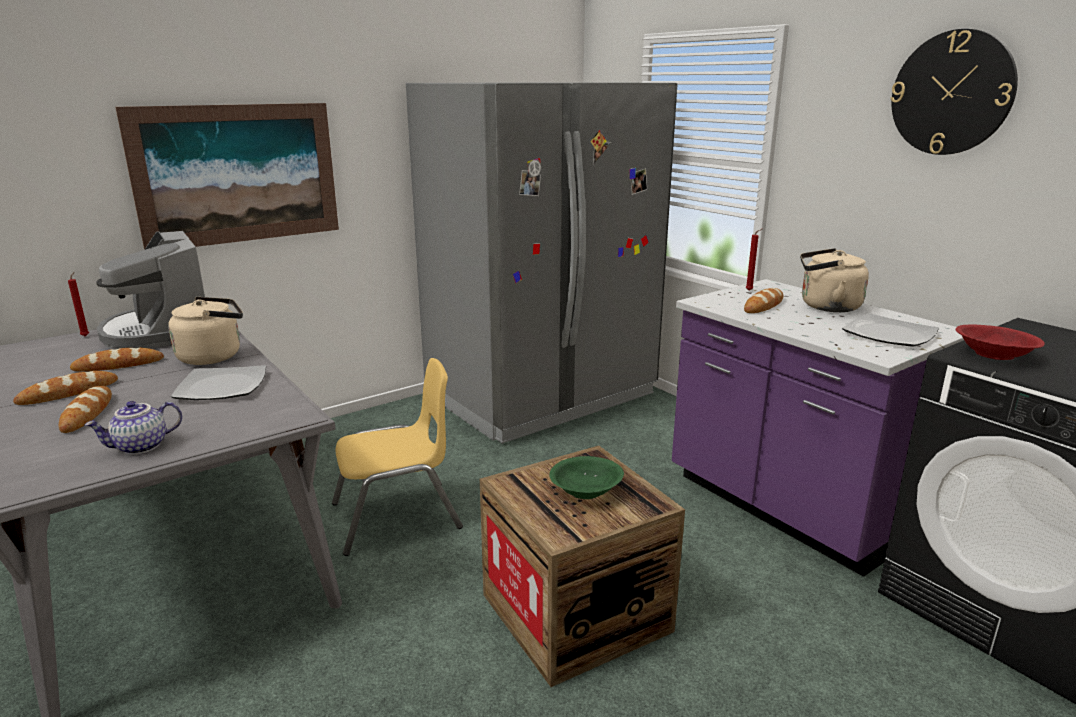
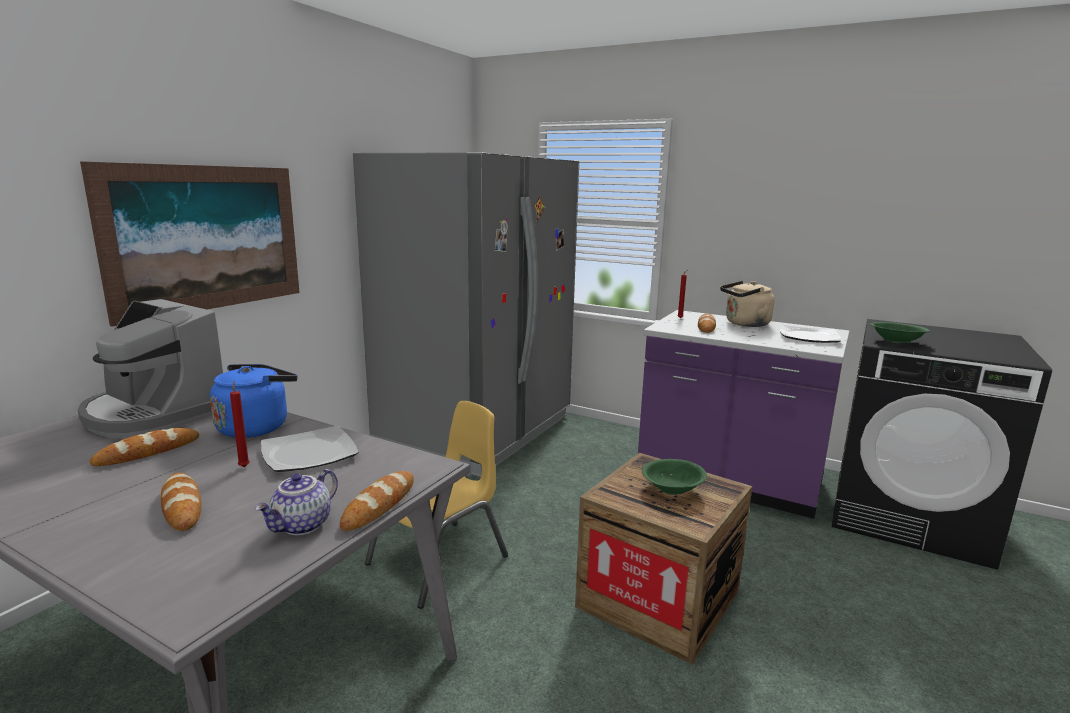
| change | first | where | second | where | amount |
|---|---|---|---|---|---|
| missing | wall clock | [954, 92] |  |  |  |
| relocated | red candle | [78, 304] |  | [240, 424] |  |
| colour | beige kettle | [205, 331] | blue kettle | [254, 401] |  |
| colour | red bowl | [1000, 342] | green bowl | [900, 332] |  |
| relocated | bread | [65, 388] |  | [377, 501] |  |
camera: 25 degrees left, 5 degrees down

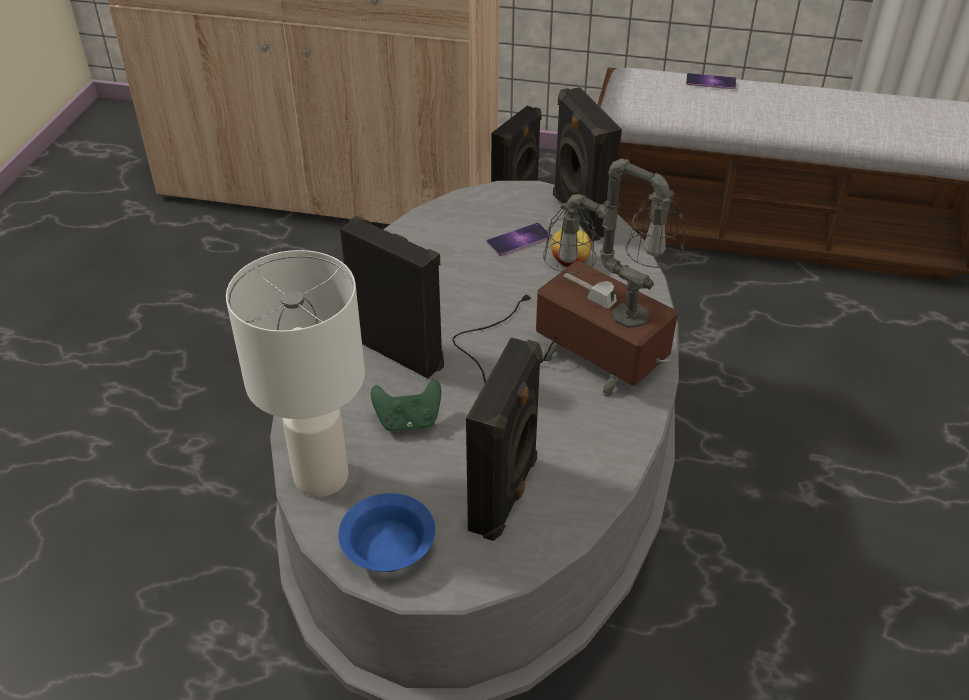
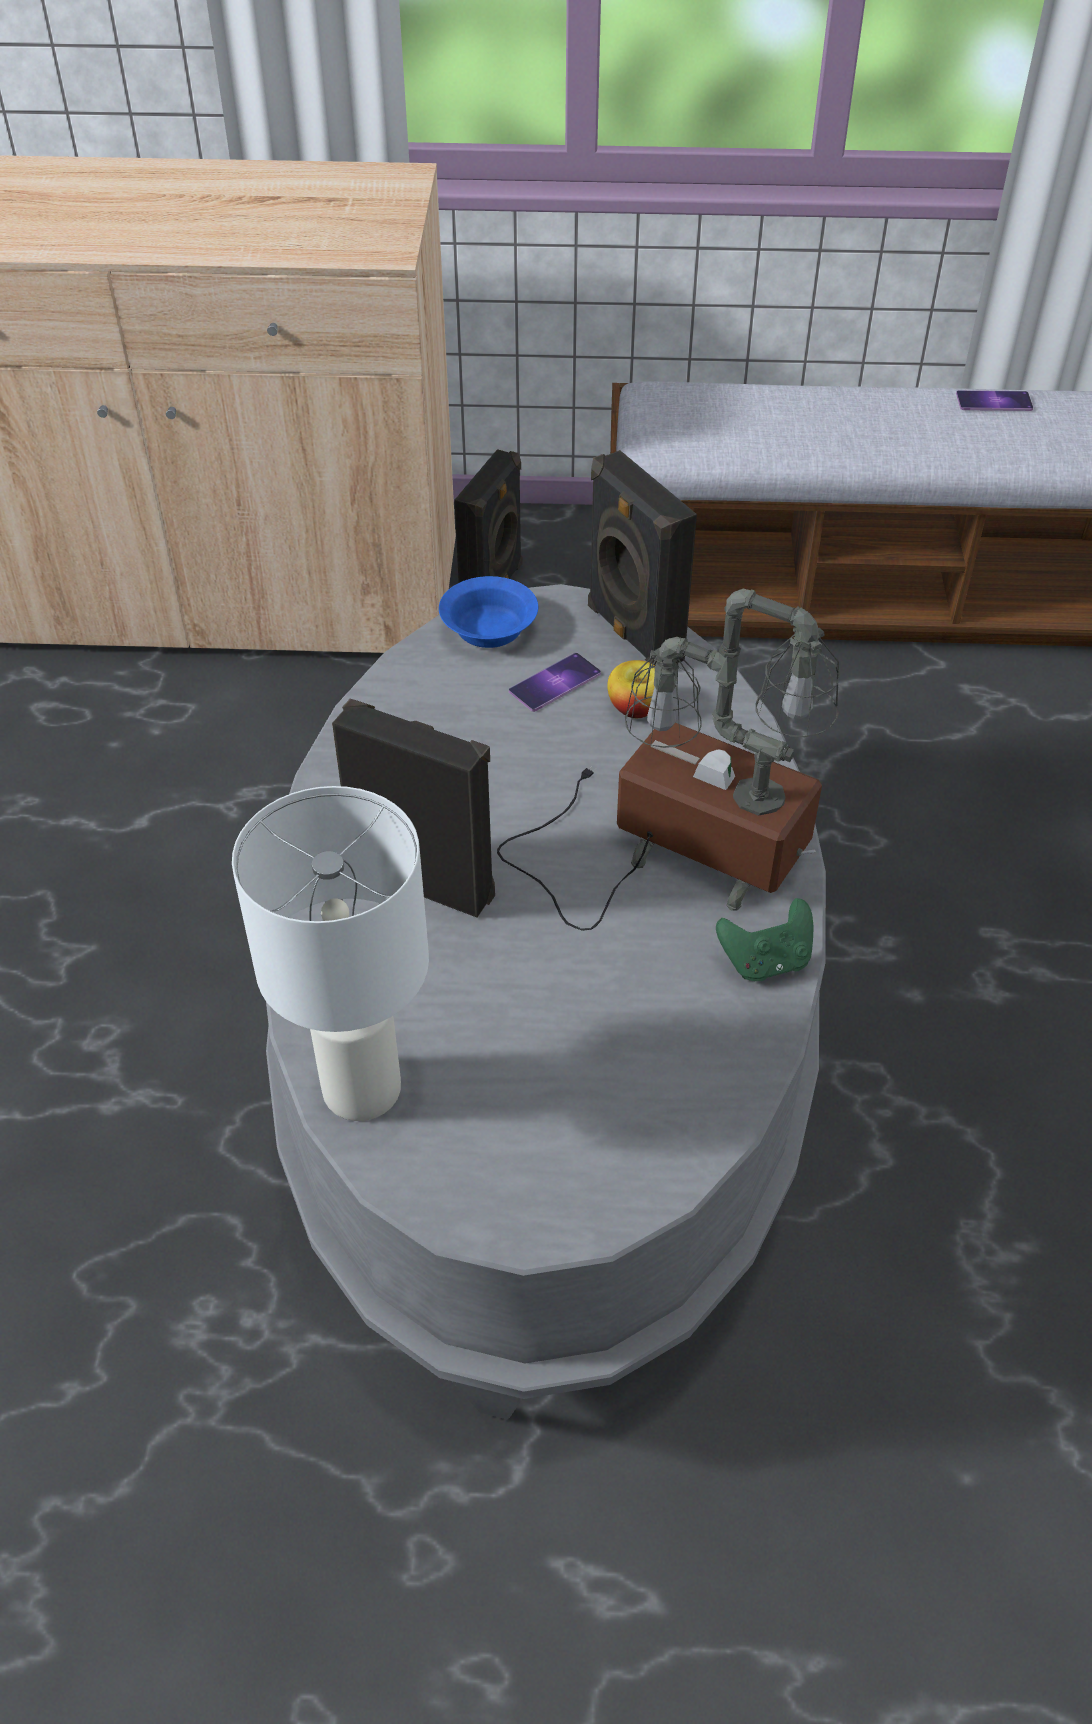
| change | first | where | second | where | amount |
|---|---|---|---|---|---|
| relocated | phone | [711, 81] |  | [994, 400] |  |
| missing | black speaker | [504, 439] |  |  |  |
| relocated | green game controller | [406, 405] |  | [764, 939] |  |
| relocated | blue bowl | [387, 532] |  | [488, 612] |  |
camera: 10 degrees left, 5 degrees up

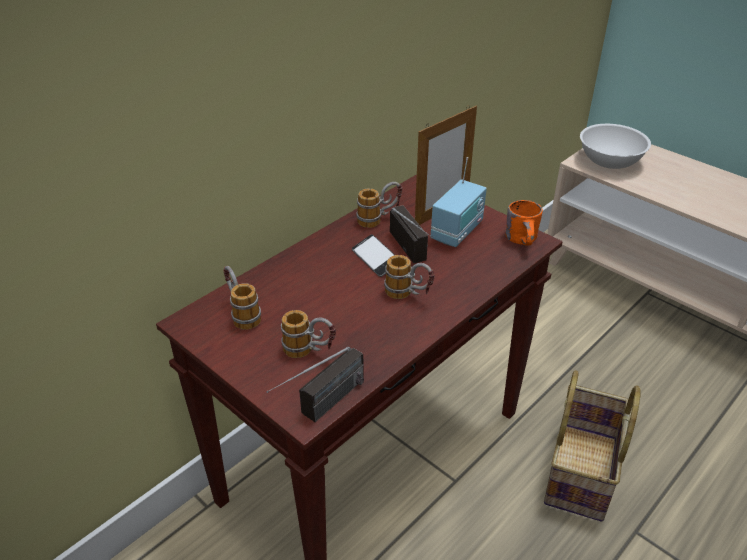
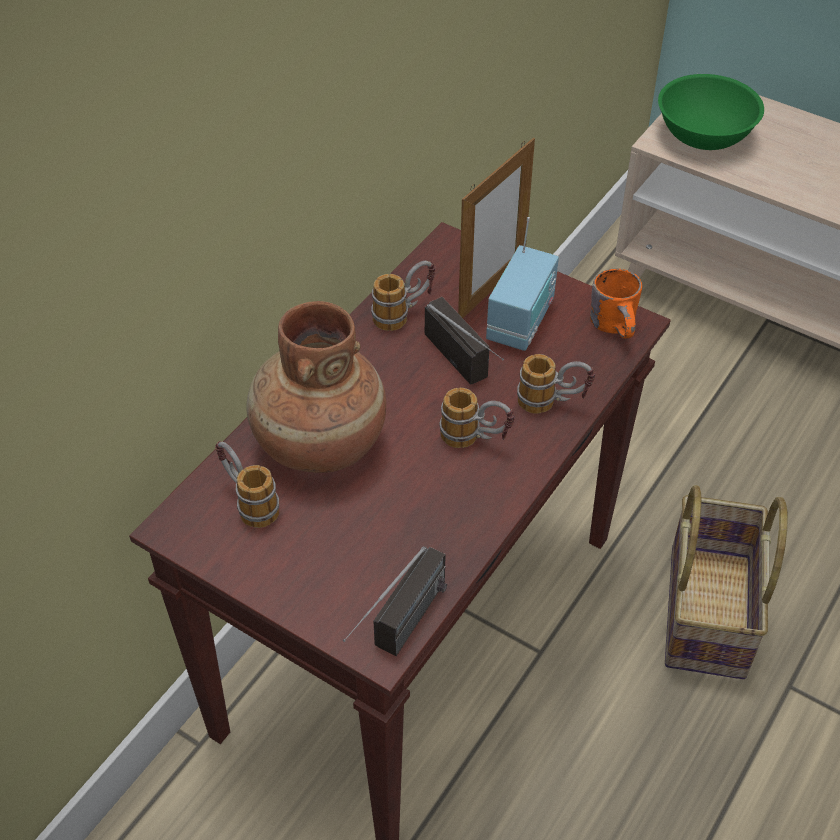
| change | first | where | second | where | amount |
|---|---|---|---|---|---|
| colour | white bowl | [615, 146] | green bowl | [711, 112] |  |
| missing | phone | [373, 255] |  |  |  |
| relocated | mug | [308, 334] |  | [556, 384] |  |
| appeared |  |  | brown vase | [316, 387] |  |
camera: 10 degrees left, 10 degrees up

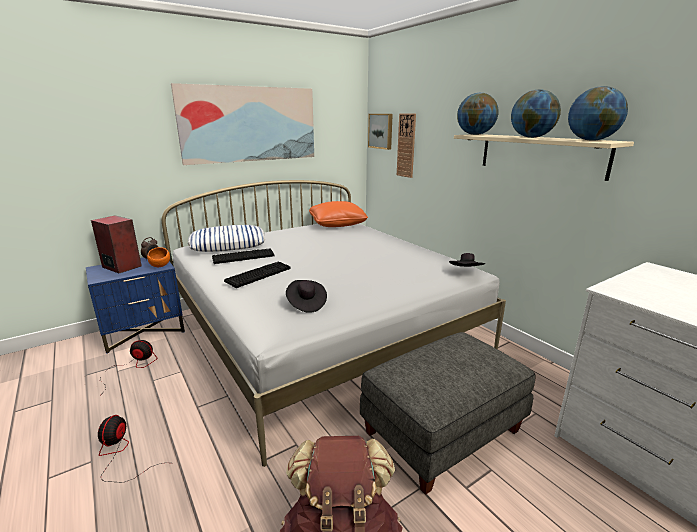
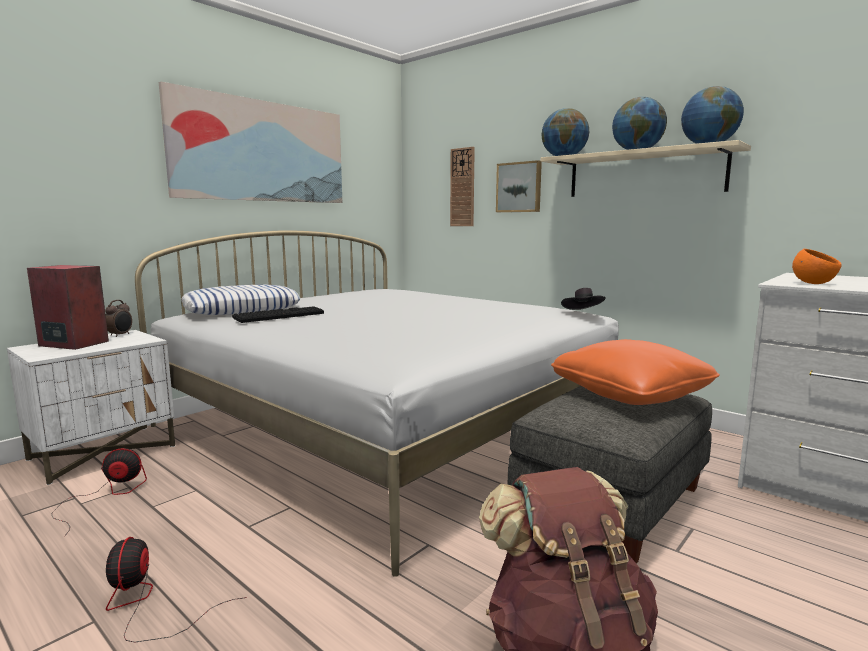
| change | first | where | second | where | amount |
|---|---|---|---|---|---|
| relocated | picture | [380, 132] |  | [519, 186] |  |
| relocated | orange pillow | [338, 214] |  | [635, 372] |  |
| relocated | orange bowl | [158, 257] |  | [816, 266] |  |
| colour | blue nightstand | [135, 305] | white nightstand | [91, 407] |  |
| missing | keyboard | [257, 275] |  |  |  |
| missing | black hat | [306, 296] |  |  |  |
camera: 15 degrees left, 10 degrees down

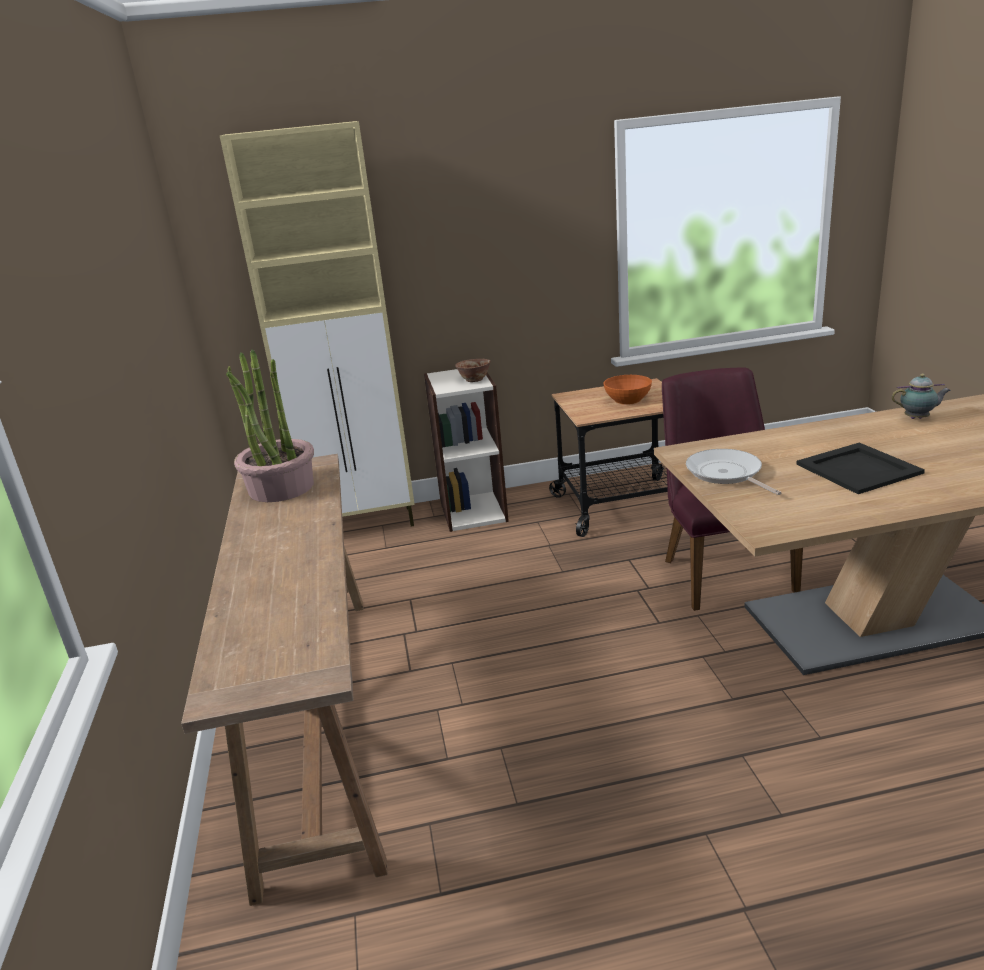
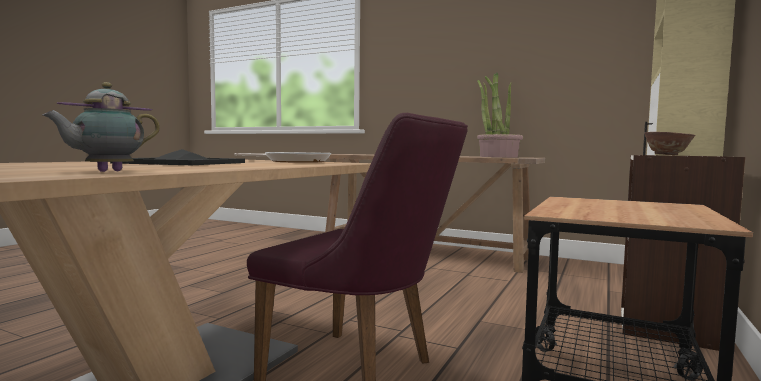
| change | first | where | second | where | amount |
|---|---|---|---|---|---|
| missing | orange bowl | [627, 390] |  |  |  |
camera: 125 degrees right, 20 degrees down

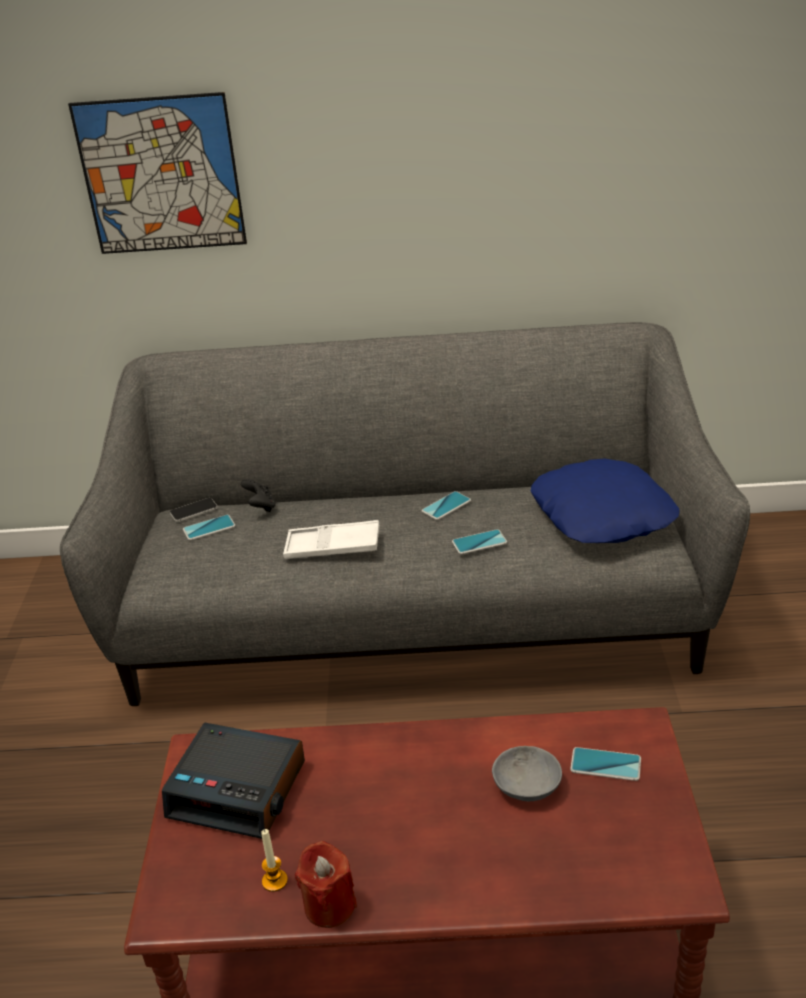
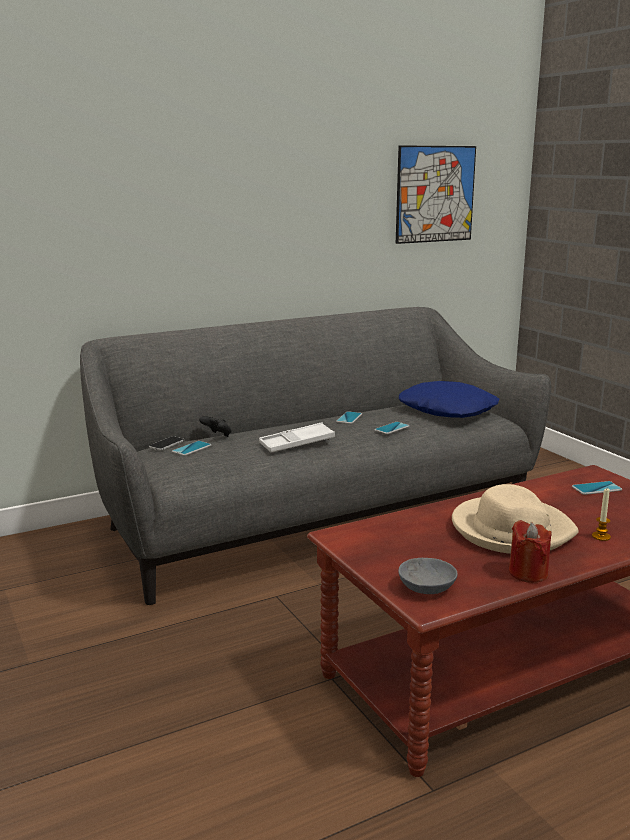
| change | first | where | second | where | amount |
|---|---|---|---|---|---|
| relocated | picture | [157, 173] |  | [436, 194] |  |
| missing | alarm clock | [233, 780] |  |  |  |
| relocated | grey bowl | [527, 773] |  | [428, 576] |  |
| relocated | candle | [274, 860] |  | [601, 514] |  |
| appeared |  |  | beige hat | [515, 519] |  |
camera: 30 degrees left, 15 degrees down

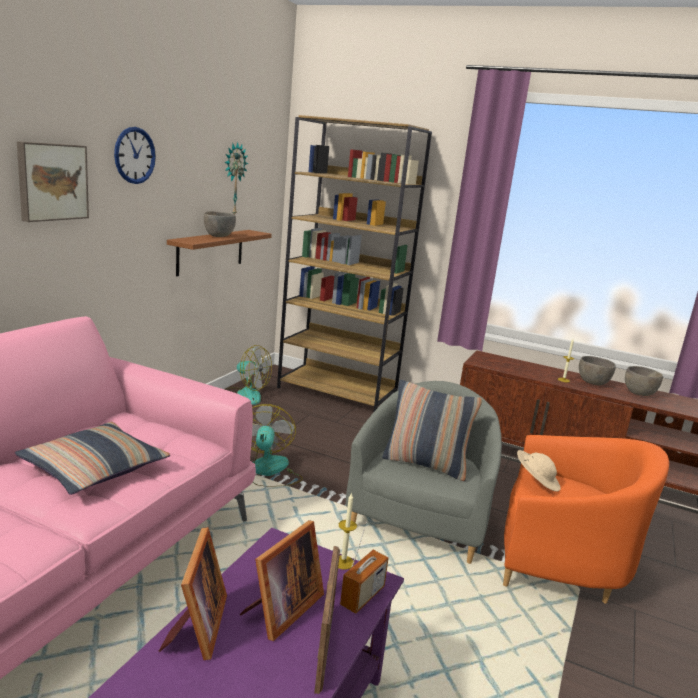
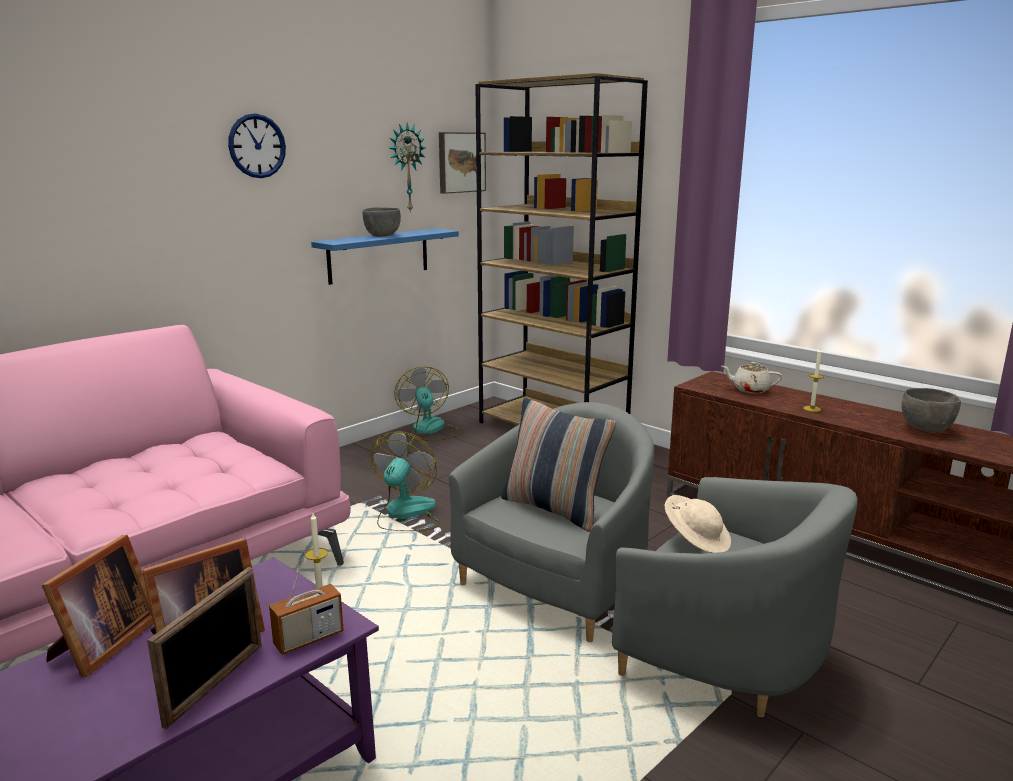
| change | first | where | second | where | amount |
|---|---|---|---|---|---|
| relocated | picture | [53, 181] |  | [462, 163] |  |
| colour | brown shelf | [219, 253] | blue shelf | [385, 257] |  |
| spun | fan | [248, 375] |  | [429, 404] | 150 degrees counterclockwise |
| missing | grey bowl | [597, 371] |  |  |  |
| missing | pillow | [92, 458] |  |  |  |
| colour | orange armchair | [586, 519] | grey armchair | [735, 597] |  |
| appeared |  |  | beige teapot | [751, 378] |  |
camera: 20 degrees right, 0 degrees up

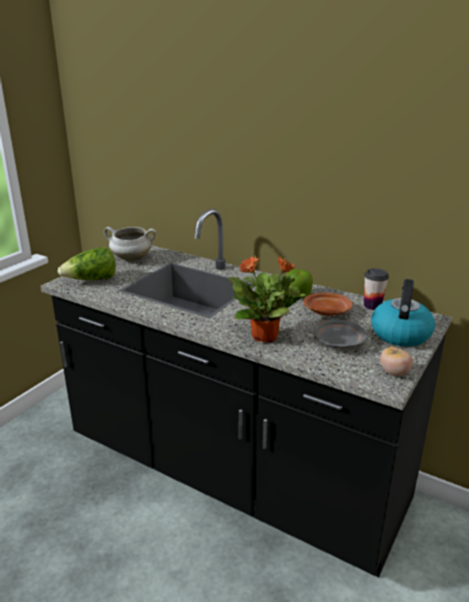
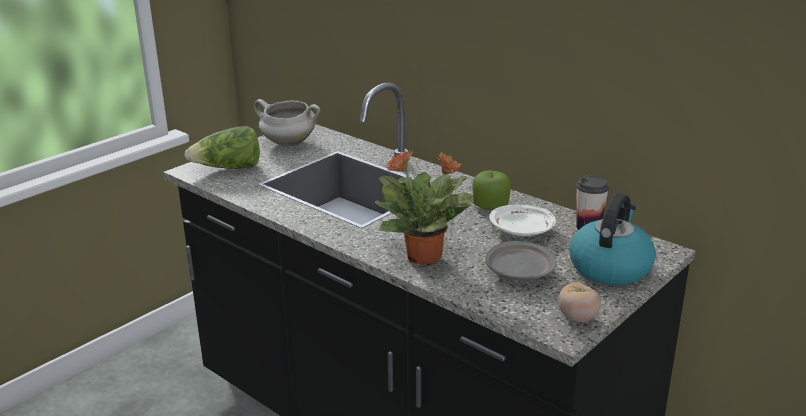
| change | first | where | second | where | amount |
|---|---|---|---|---|---|
| colour | brown plate | [328, 304] | white plate | [522, 220] |  |
camera: 10 degrees right, 0 degrees up

